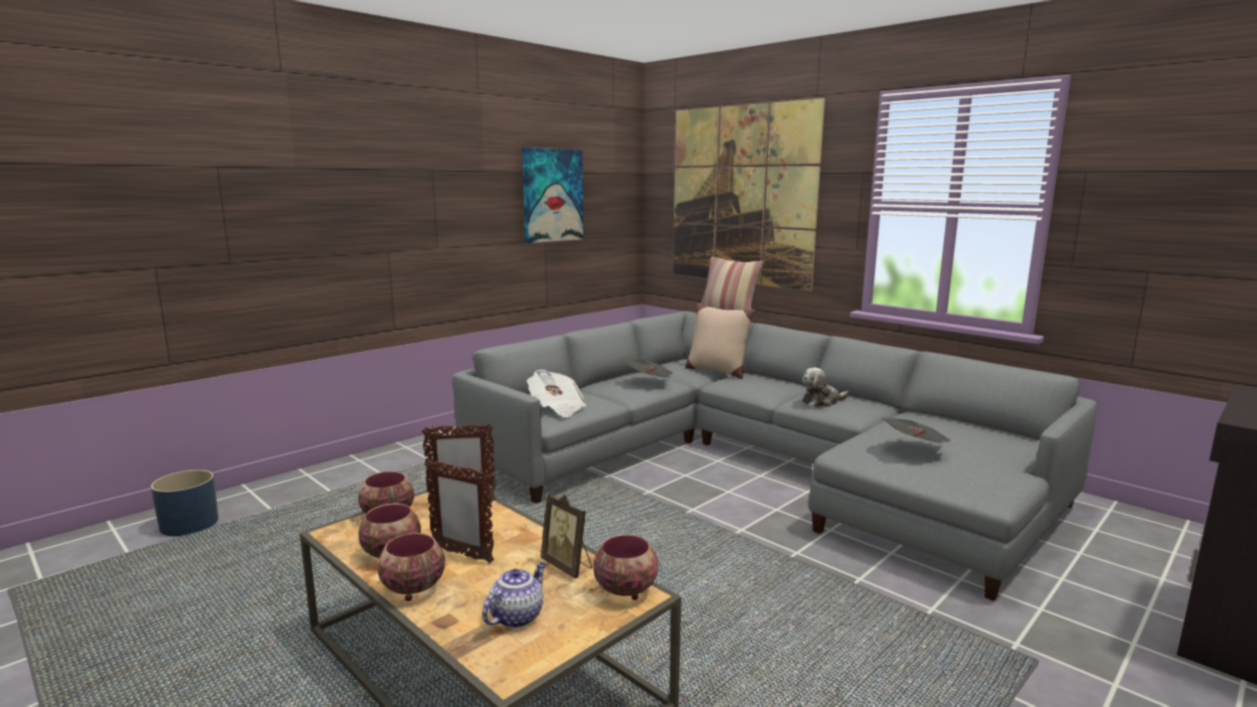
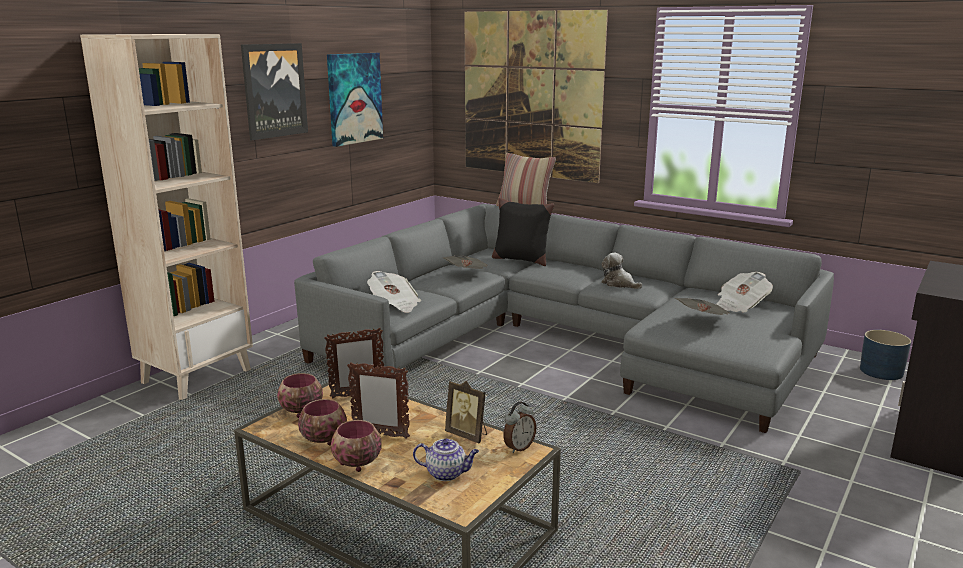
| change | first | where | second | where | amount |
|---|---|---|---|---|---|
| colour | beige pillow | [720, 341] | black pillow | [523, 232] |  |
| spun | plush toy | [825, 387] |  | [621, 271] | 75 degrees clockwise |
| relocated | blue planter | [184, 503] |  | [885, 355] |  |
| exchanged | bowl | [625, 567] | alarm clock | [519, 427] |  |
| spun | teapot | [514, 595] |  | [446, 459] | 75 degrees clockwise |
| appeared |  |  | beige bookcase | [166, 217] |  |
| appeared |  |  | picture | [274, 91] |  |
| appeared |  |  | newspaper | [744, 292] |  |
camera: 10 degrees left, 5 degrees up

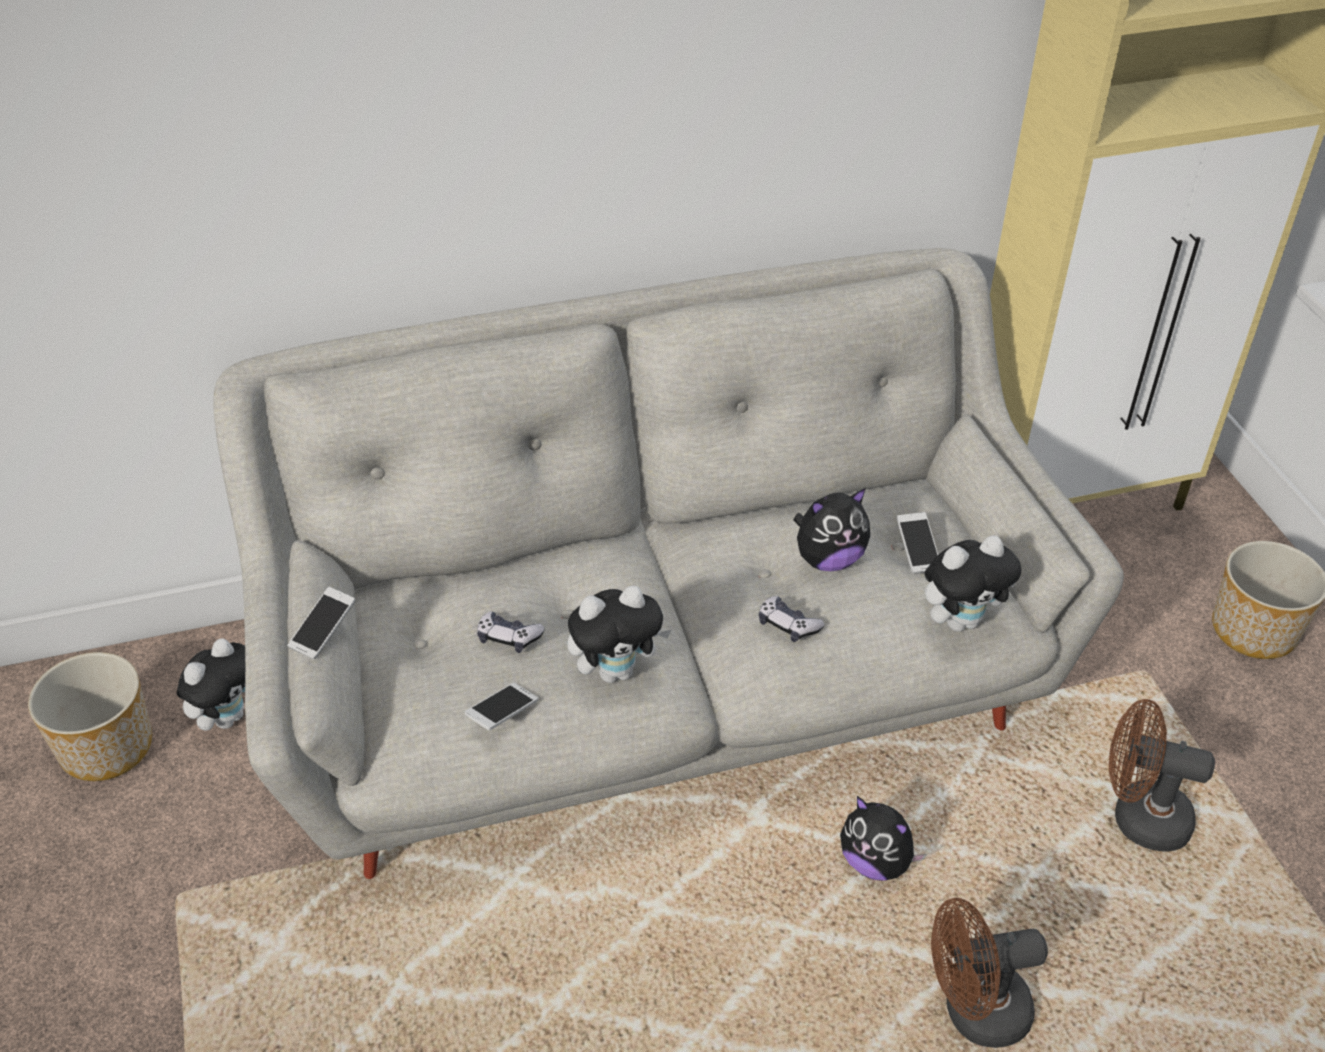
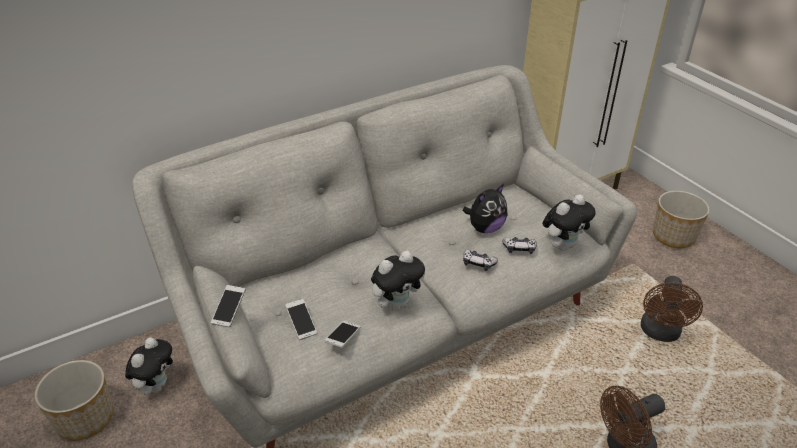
| change | first | where | second | where | amount |
|---|---|---|---|---|---|
| relocated | phone | [917, 543] |  | [301, 319] |  |
| relocated | game controller | [511, 632] |  | [520, 245] |  |
| spun | brown fan | [1162, 775] |  | [672, 309] | 75 degrees counterclockwise |
| missing | plush toy | [883, 838] |  |  |  |
camera: 15 degrees left, 5 degrees down

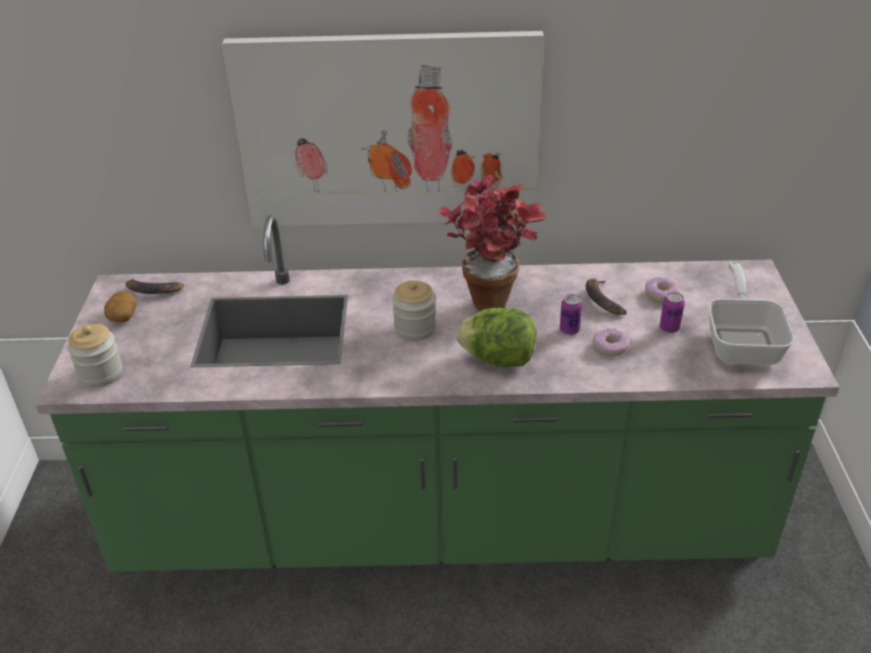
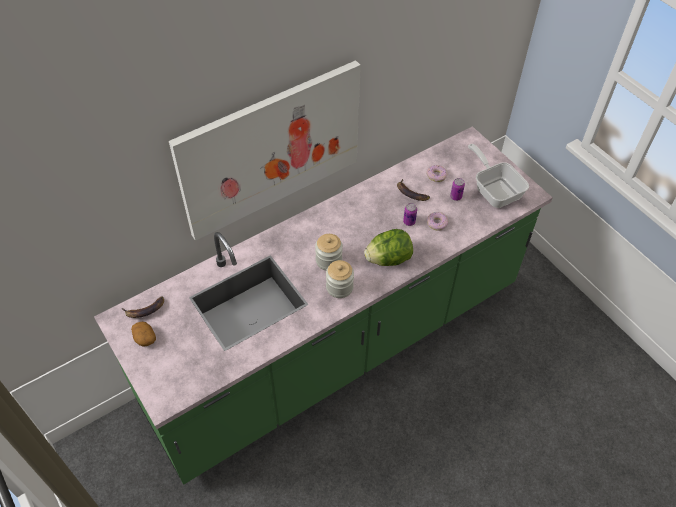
| change | first | where | second | where | amount |
|---|---|---|---|---|---|
| missing | potted plant | [492, 243] |  |  |  |
| relocated | jar | [95, 355] |  | [340, 279] |  |
camera: 35 degrees left, 15 degrees up

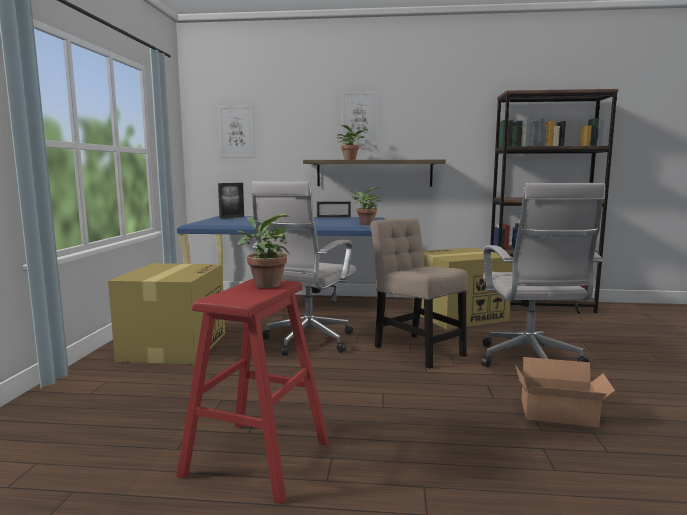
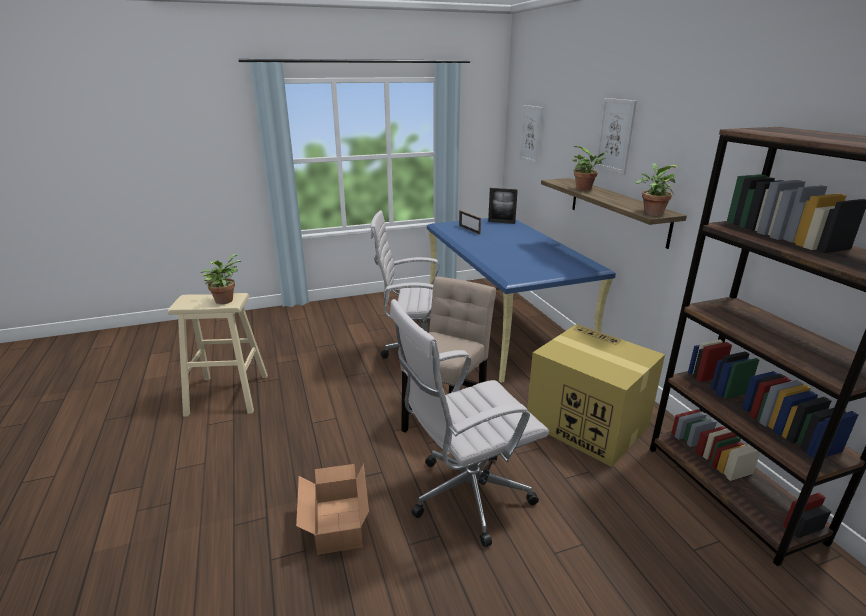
| change | first | where | second | where | amount |
|---|---|---|---|---|---|
| relocated | potted plant | [366, 206] |  | [657, 189] |  |
| relocated | picture frame | [334, 209] |  | [470, 222] |  |
| missing | cardboard box | [166, 313] |  |  |  |
| colour | red stool | [253, 391] | beige stool | [218, 355] |  |
camera: 65 degrees right, 15 degrees up

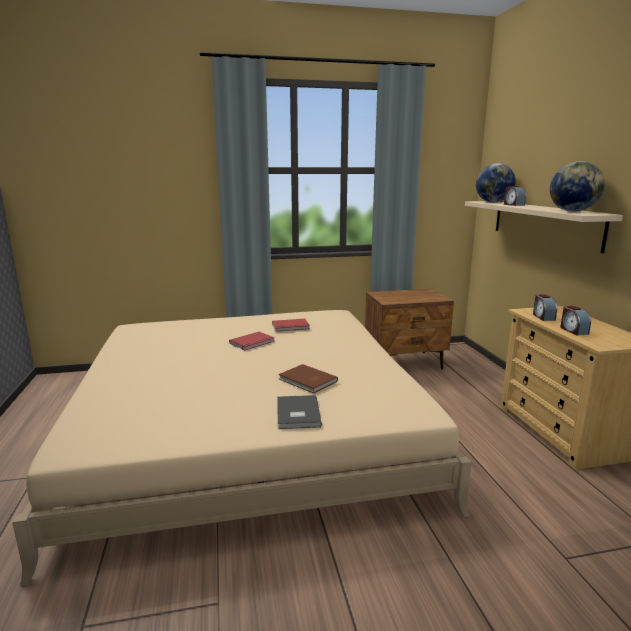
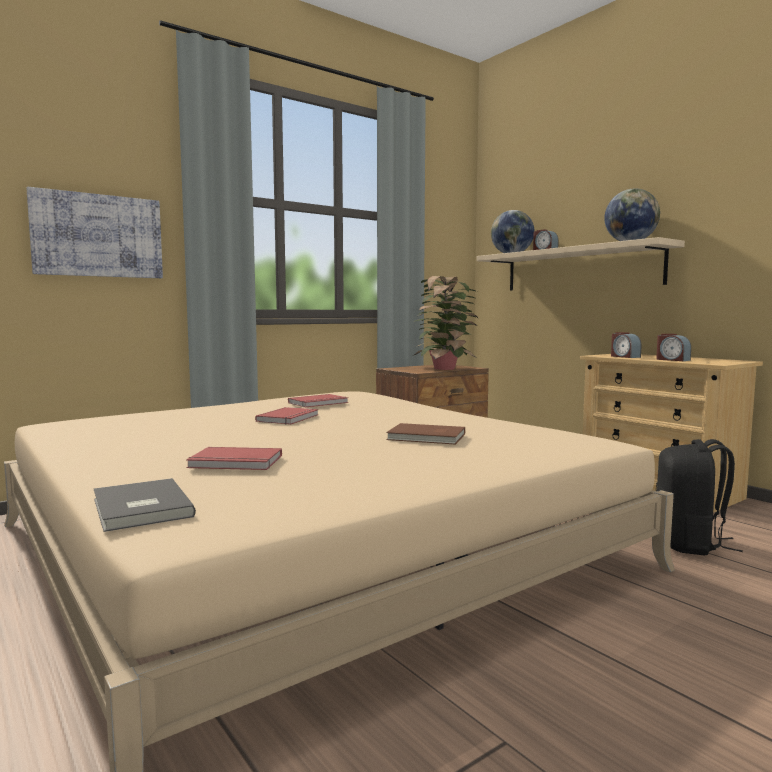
| change | first | where | second | where | amount |
|---|---|---|---|---|---|
| relocated | grey book | [299, 412] |  | [145, 505] |  |
| appeared |  |  | picture | [94, 232] |  |
| appeared |  |  | potted plant | [445, 323] |  |
| appeared |  |  | black backpack | [699, 497] |  |
| appeared |  |  | red book | [234, 458] |  |
camera: 25 degrees left, 10 degrees down

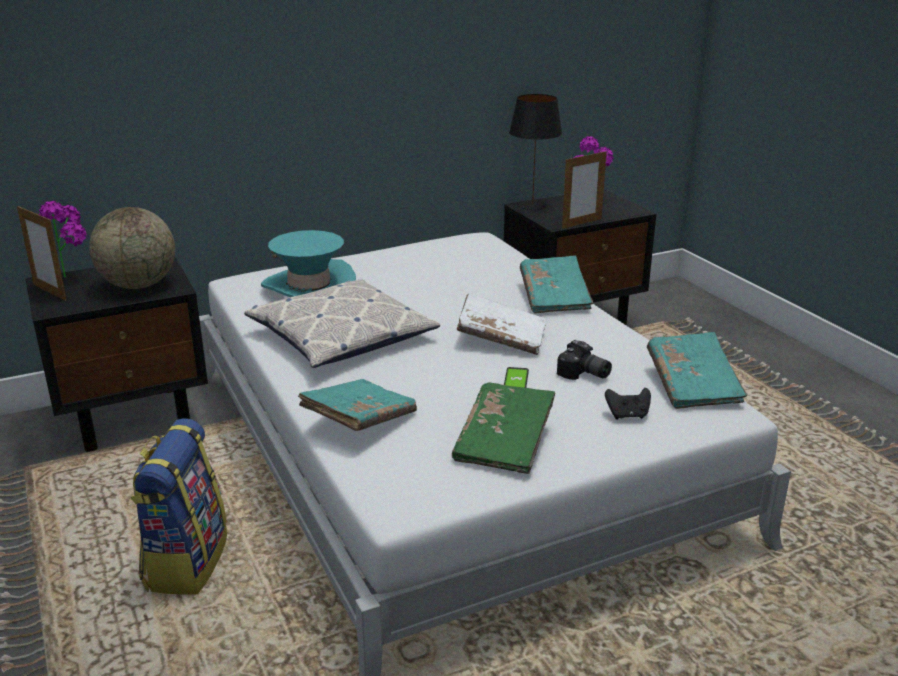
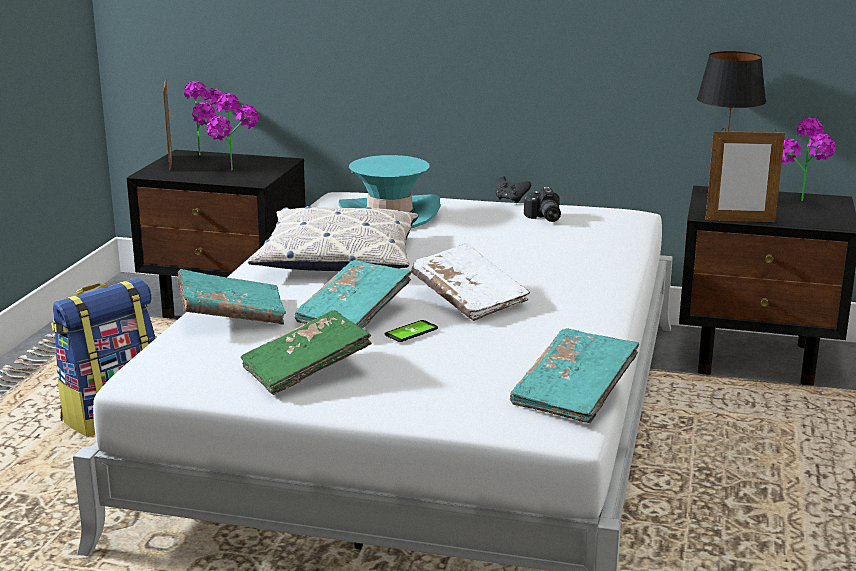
| change | first | where | second | where | amount |
|---|---|---|---|---|---|
| exchanged | globe | [132, 248] | potted plant | [232, 132] |  |
| relocated | turquoise book | [556, 284] |  | [353, 294] |  |
| relocated | photo camera | [584, 360] |  | [542, 204] |  |
| relocated | black game controller | [628, 403] |  | [513, 190] |  |
camera: 40 degrees right, 5 degrees down

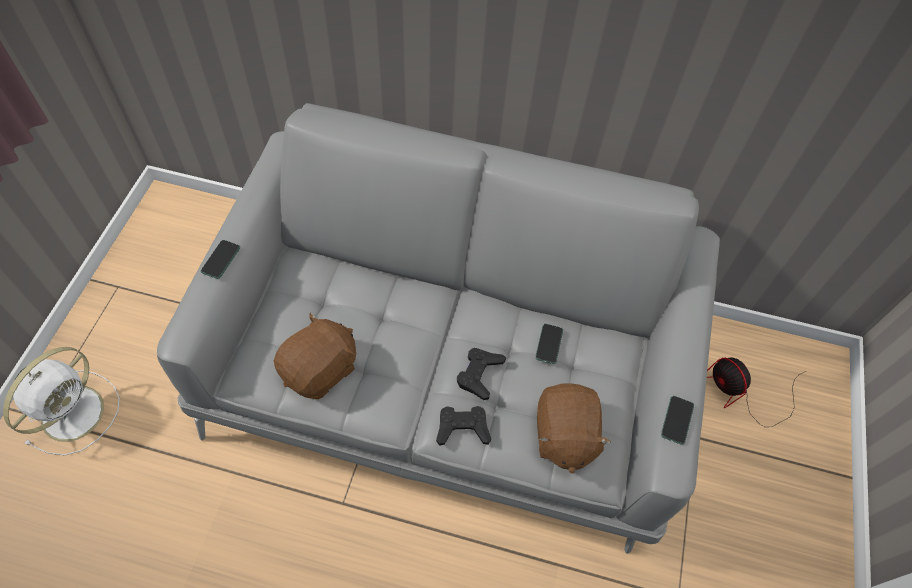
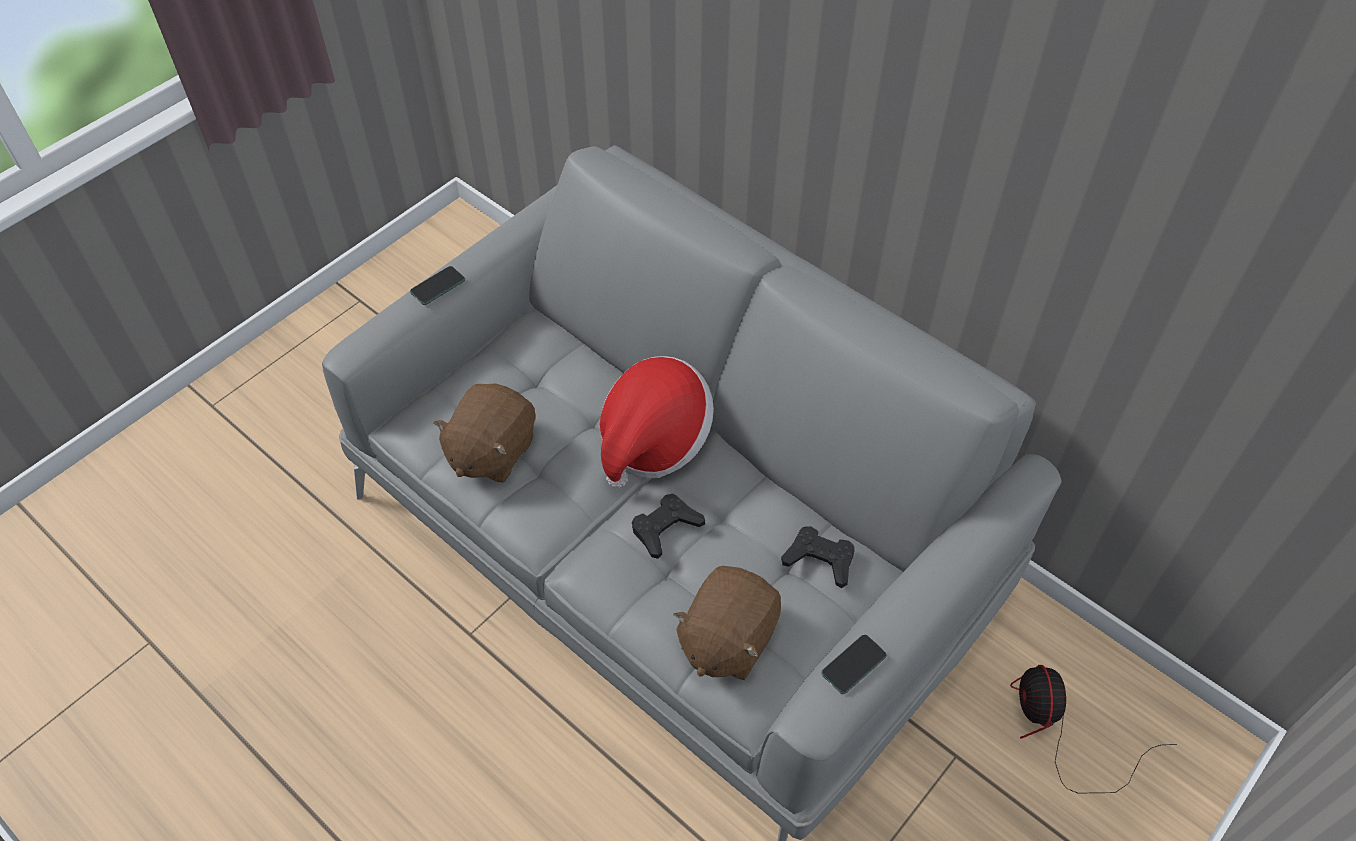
| change | first | where | second | where | amount |
|---|---|---|---|---|---|
| spun | brown plush toy | [315, 356] |  | [484, 433] | 135 degrees clockwise |
| missing | phone | [549, 344] |  |  |  |
| missing | white fan | [61, 401] |  |  |  |
| relocated | black game controller | [463, 426] |  | [818, 557] |  |
| appeared |  |  | hat | [657, 422] |  |
camera: 30 degrees right, 5 degrees down

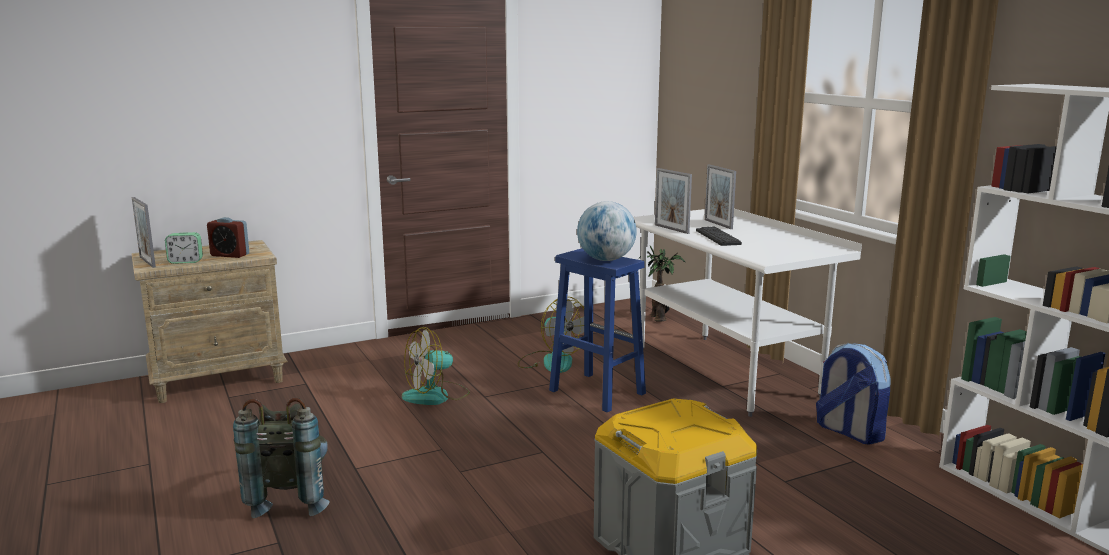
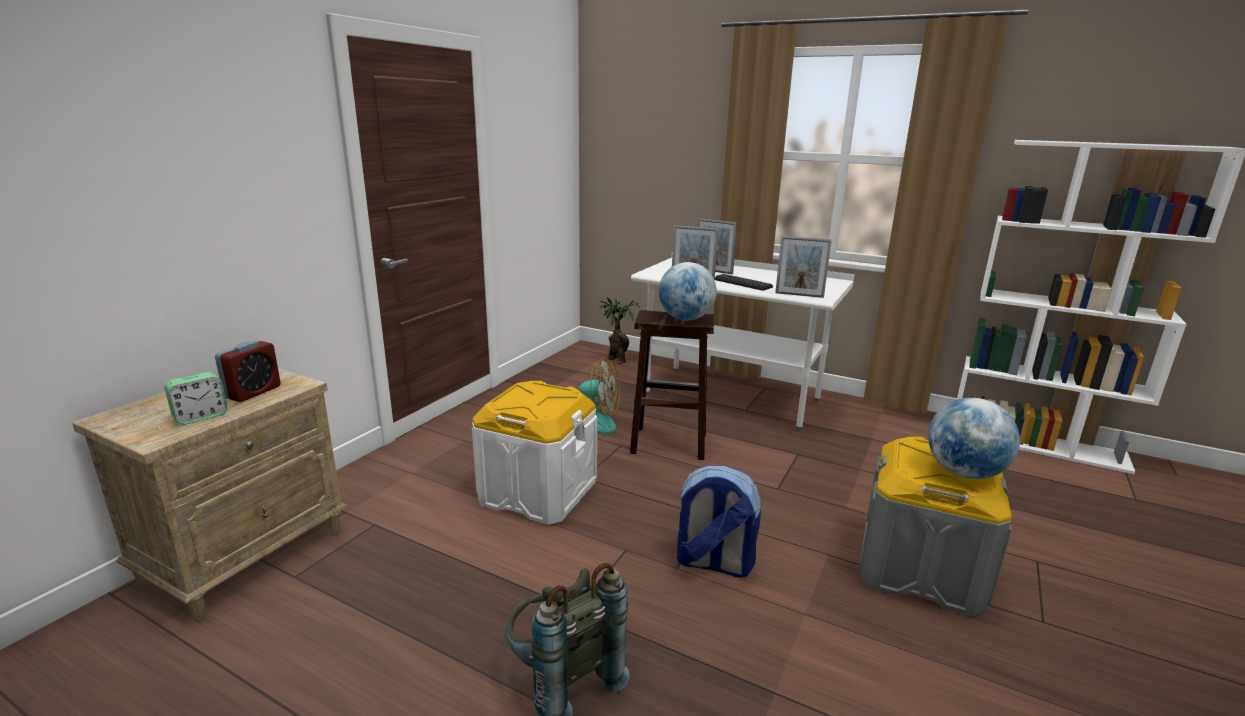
| change | first | where | second | where | amount |
|---|---|---|---|---|---|
| relocated | picture frame | [144, 232] |  | [803, 267] |  |
| spun | alarm clock | [228, 237] |  | [248, 371] | 45 degrees counterclockwise |
| colour | blue stool | [597, 330] | brown stool | [672, 385] |  |
| exchanged | fan | [436, 366] | white storage box | [534, 453] |  |
| relocated | backpack | [853, 394] |  | [719, 522] |  |
| appeared |  |  | globe | [974, 438] |  |
camera: 35 degrees left, 5 degrees up

